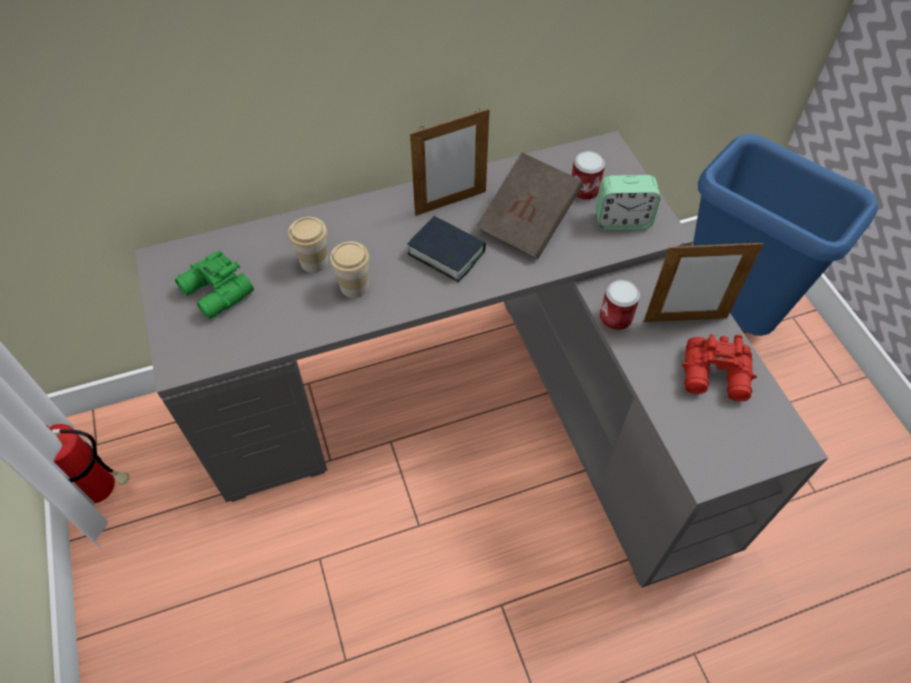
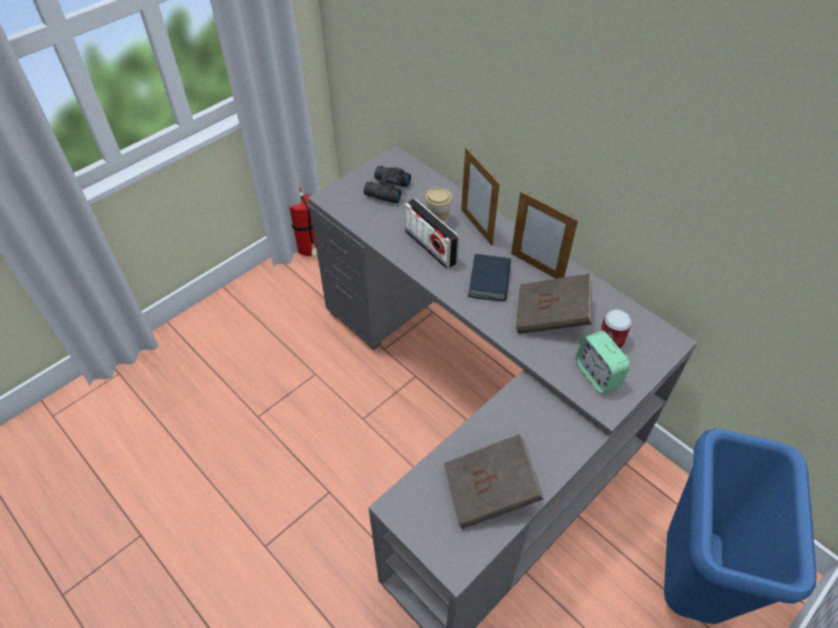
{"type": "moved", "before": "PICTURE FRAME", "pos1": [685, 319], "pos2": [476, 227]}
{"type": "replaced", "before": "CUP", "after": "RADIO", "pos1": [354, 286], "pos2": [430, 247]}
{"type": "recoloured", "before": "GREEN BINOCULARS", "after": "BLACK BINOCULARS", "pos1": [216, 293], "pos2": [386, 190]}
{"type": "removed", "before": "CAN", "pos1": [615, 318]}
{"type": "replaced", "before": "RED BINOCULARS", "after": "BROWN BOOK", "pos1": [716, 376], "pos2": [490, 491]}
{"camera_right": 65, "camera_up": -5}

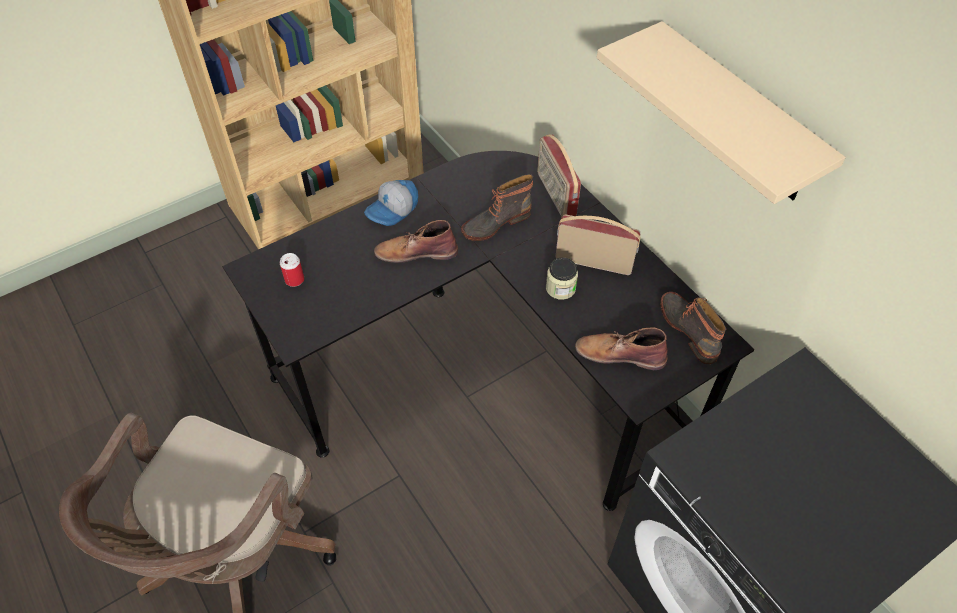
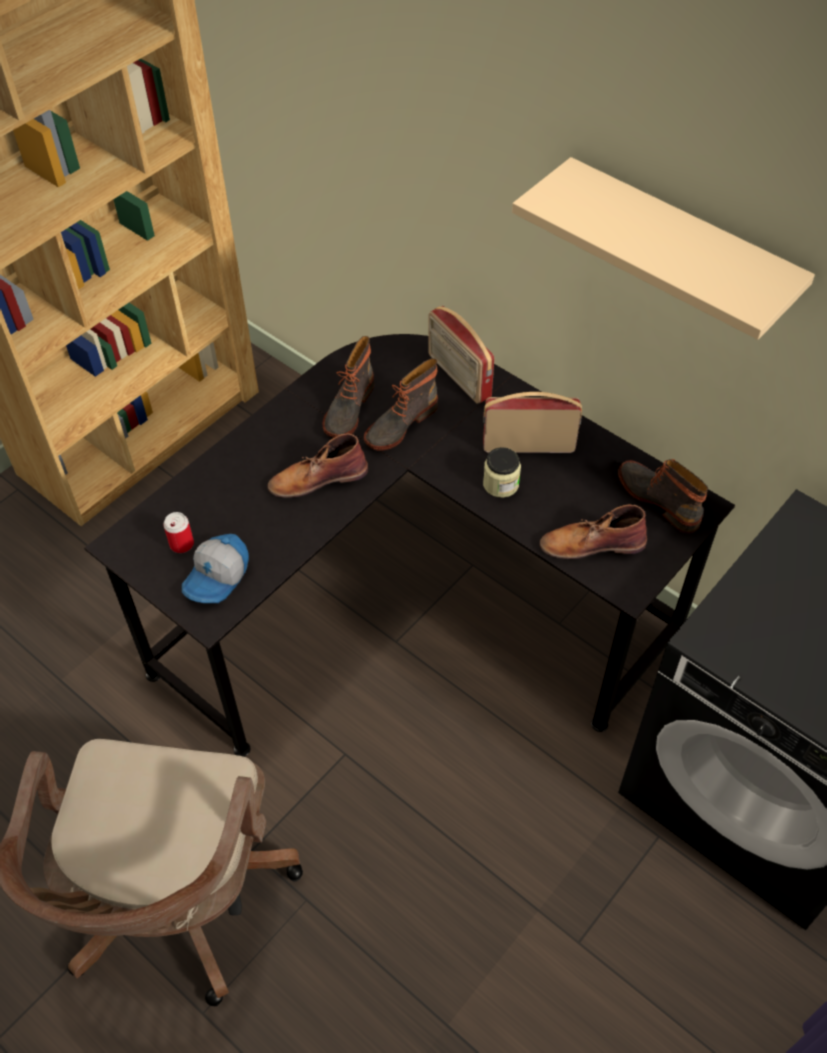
{"type": "moved", "before": "CAP", "pos1": [393, 210], "pos2": [218, 577]}
{"type": "added", "after": "BOOT", "pos2": [348, 409]}
{"camera_right": -15, "camera_up": 0}

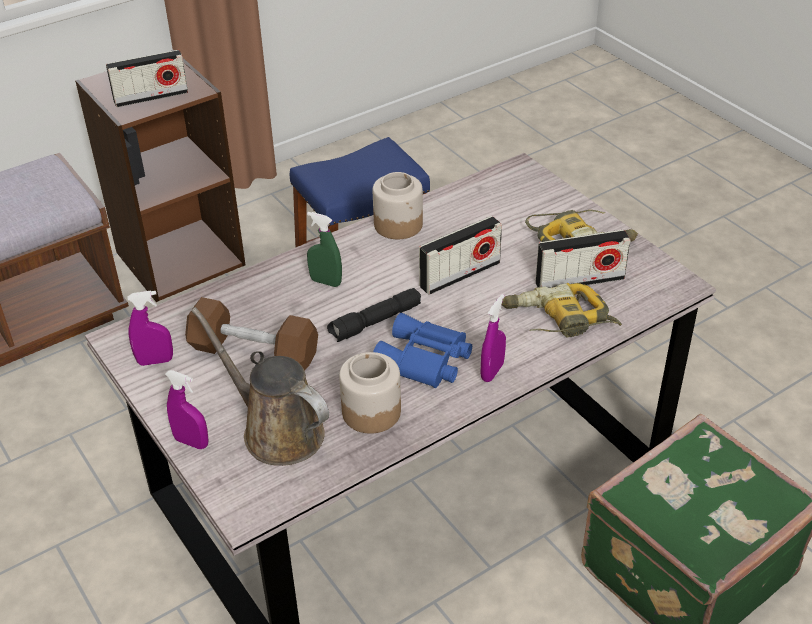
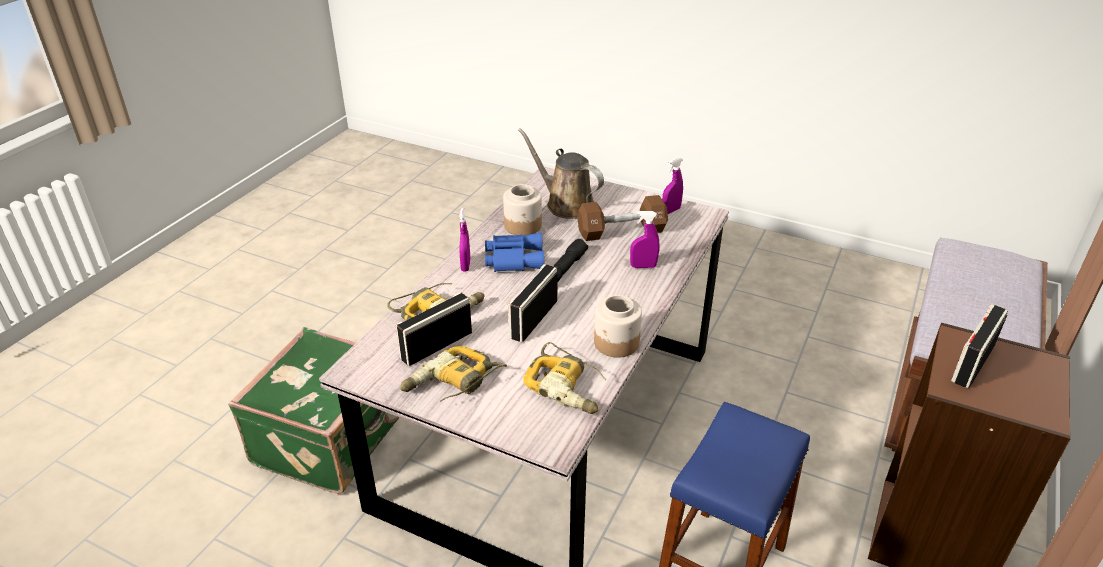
{"type": "removed", "before": "GREEN SPRAY BOTTLE", "pos1": [326, 282]}
{"type": "turned", "before": "BROWN WATERING CAN", "pos1": [277, 430], "pos2": [566, 204], "turn": -150}
{"type": "moved", "before": "PURPLE SPRAY BOTTLE", "pos1": [191, 442], "pos2": [643, 266]}
{"type": "added", "after": "POWER DRILL", "pos2": [568, 386]}
{"camera_right": 150, "camera_up": -5}

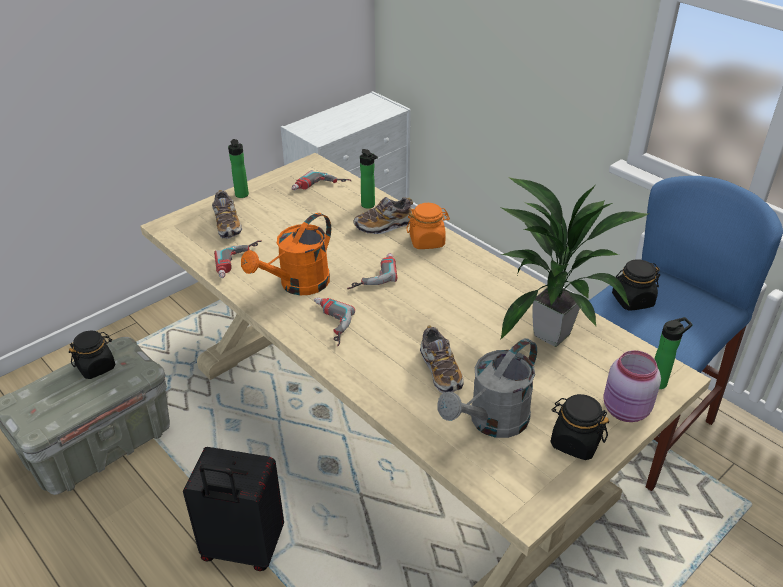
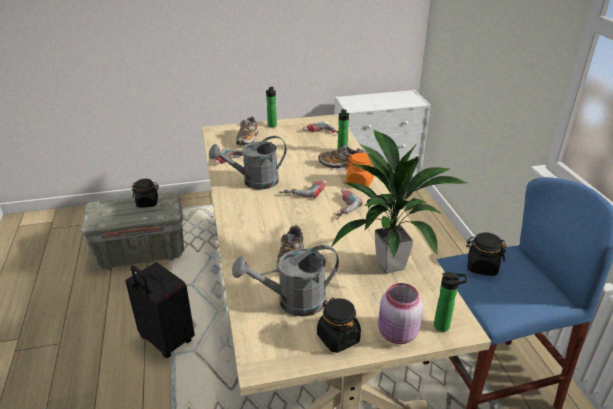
{"type": "recoloured", "before": "ORANGE WATERING CAN", "after": "GREY WATERING CAN", "pos1": [298, 285], "pos2": [254, 182]}
{"type": "moved", "before": "POWER DRILL", "pos1": [327, 324], "pos2": [340, 206]}
{"camera_right": 30, "camera_up": -5}

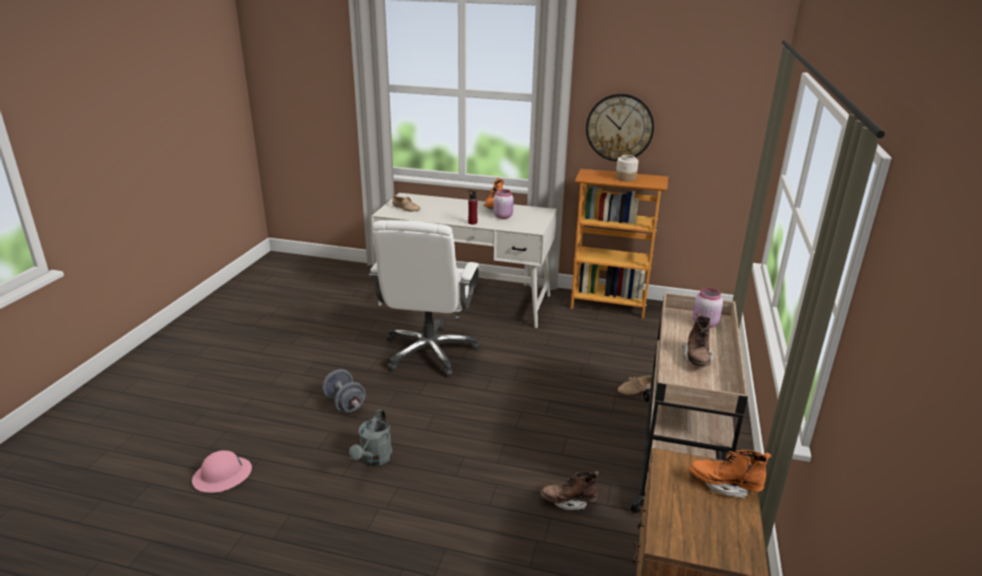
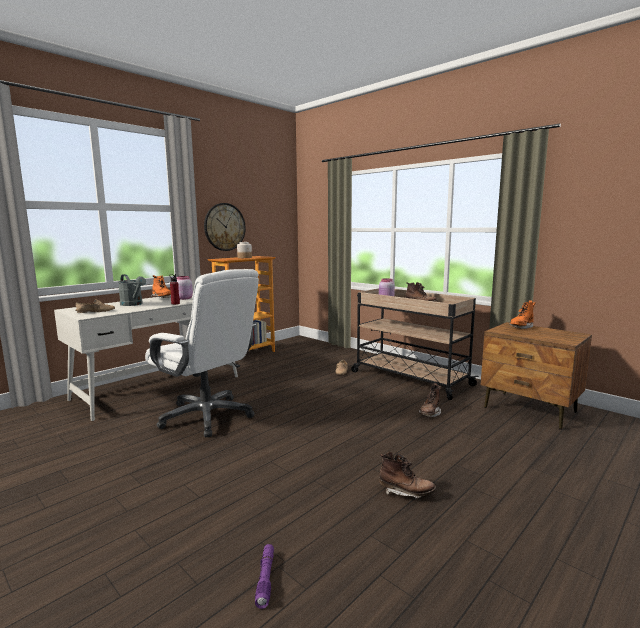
{"type": "removed", "before": "GREY DUMBBELL", "pos1": [345, 403]}
{"type": "moved", "before": "GREY WATERING CAN", "pos1": [374, 459], "pos2": [133, 304]}
{"type": "replaced", "before": "PINK HARD HAT", "after": "PURPLE FLASHLIGHT", "pos1": [222, 476], "pos2": [265, 579]}
{"type": "added", "after": "BROWN BOOT", "pos2": [406, 492]}
{"camera_right": -60, "camera_up": -15}

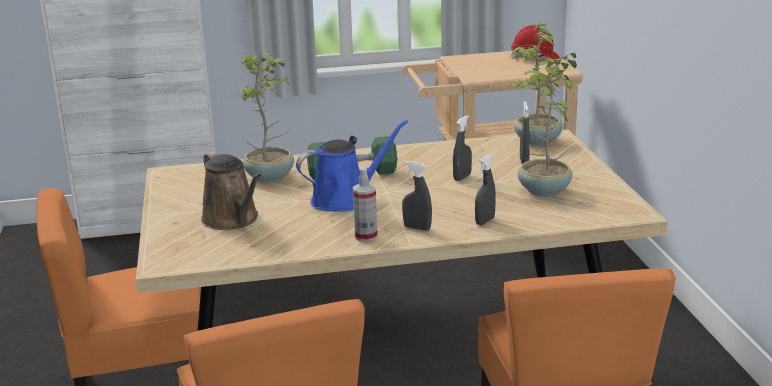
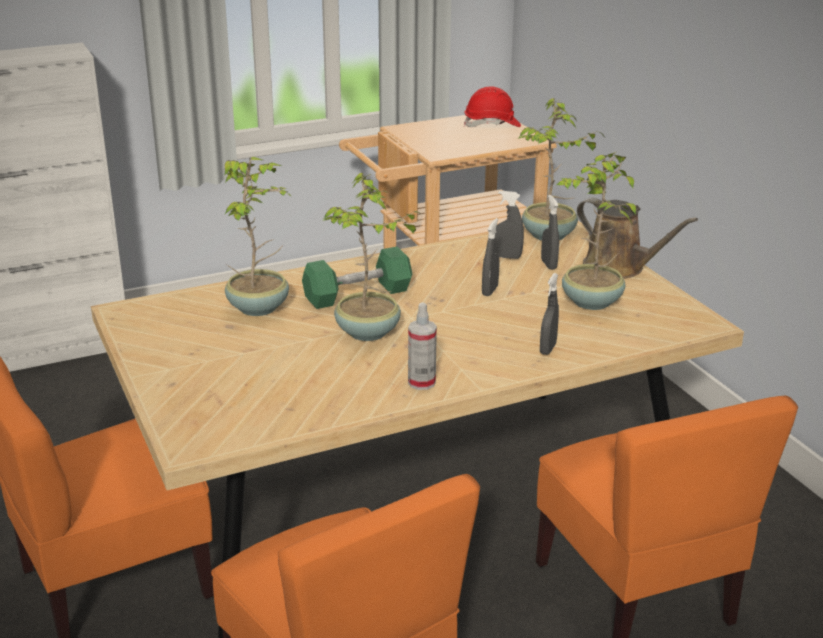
{"type": "replaced", "before": "BLUE WATERING CAN", "after": "POTTED PLANT", "pos1": [344, 200], "pos2": [368, 333]}
{"type": "moved", "before": "BROWN WATERING CAN", "pos1": [233, 220], "pos2": [618, 268]}
{"type": "moved", "before": "GREY SPRAY BOTTLE", "pos1": [417, 228], "pos2": [507, 257]}
{"camera_right": -15, "camera_up": 5}

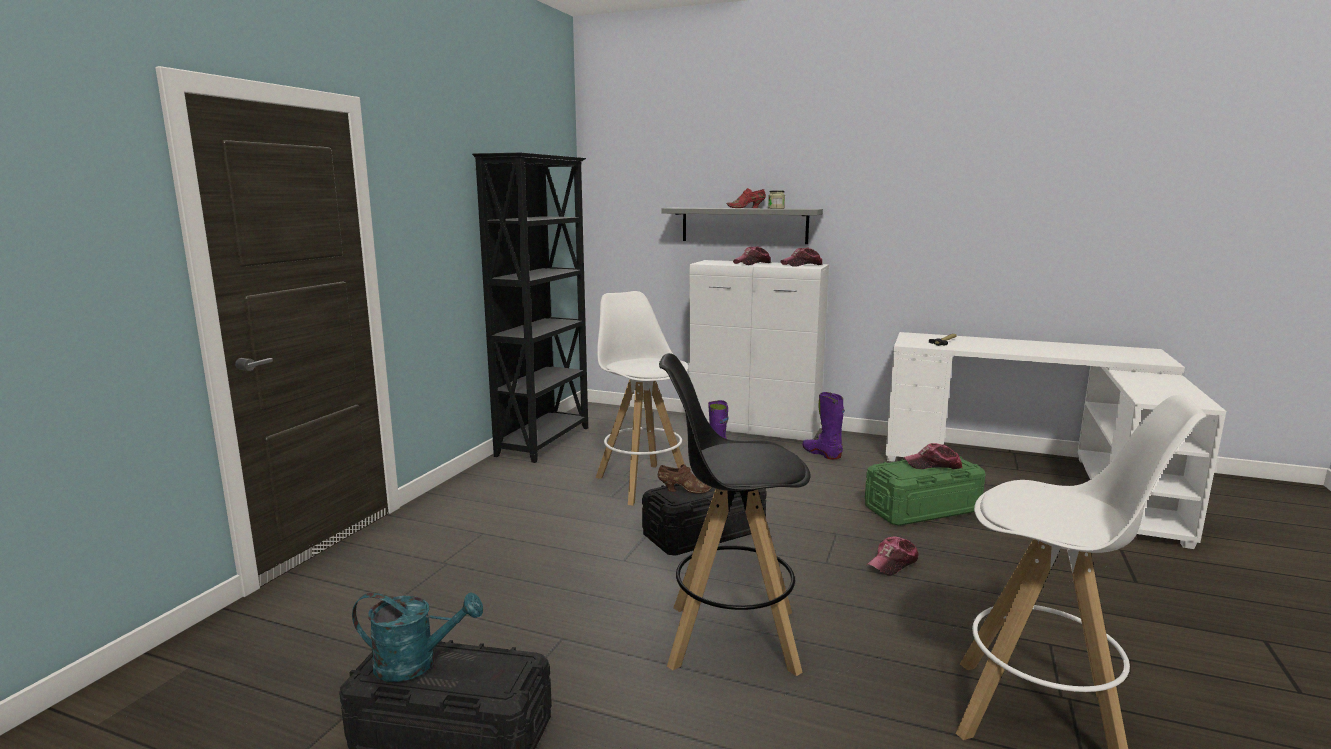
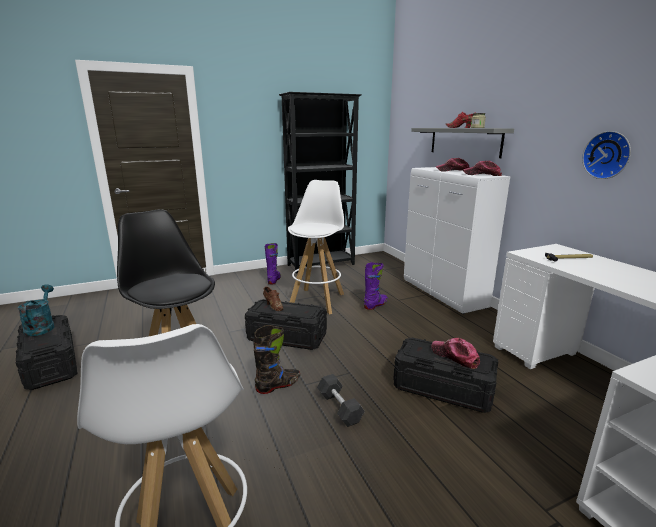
{"type": "moved", "before": "PURPLE BOOT", "pos1": [822, 453], "pos2": [274, 280]}
{"type": "recoloured", "before": "GREEN STORAGE BOX", "after": "BLACK STORAGE BOX", "pos1": [922, 509], "pos2": [443, 389]}
{"type": "replaced", "before": "CAP", "after": "BLACK DUMBBELL", "pos1": [893, 563], "pos2": [339, 407]}
{"type": "turned", "before": "TURQUOISE WATERING CAN", "pos1": [416, 663], "pos2": [41, 327], "turn": -150}
{"type": "added", "after": "WALL CLOCK", "pos2": [607, 155]}
{"type": "added", "after": "BLACK BOOT", "pos2": [278, 385]}
{"camera_right": 45, "camera_up": 5}

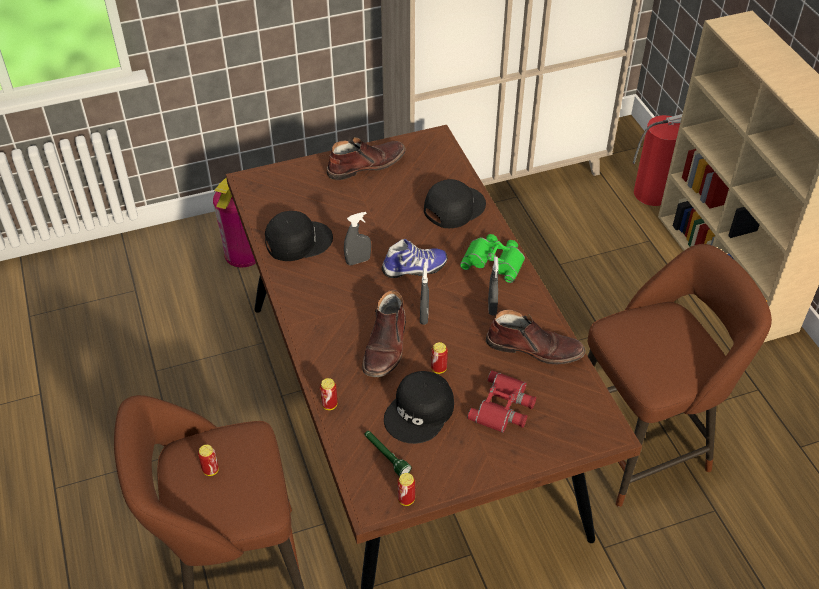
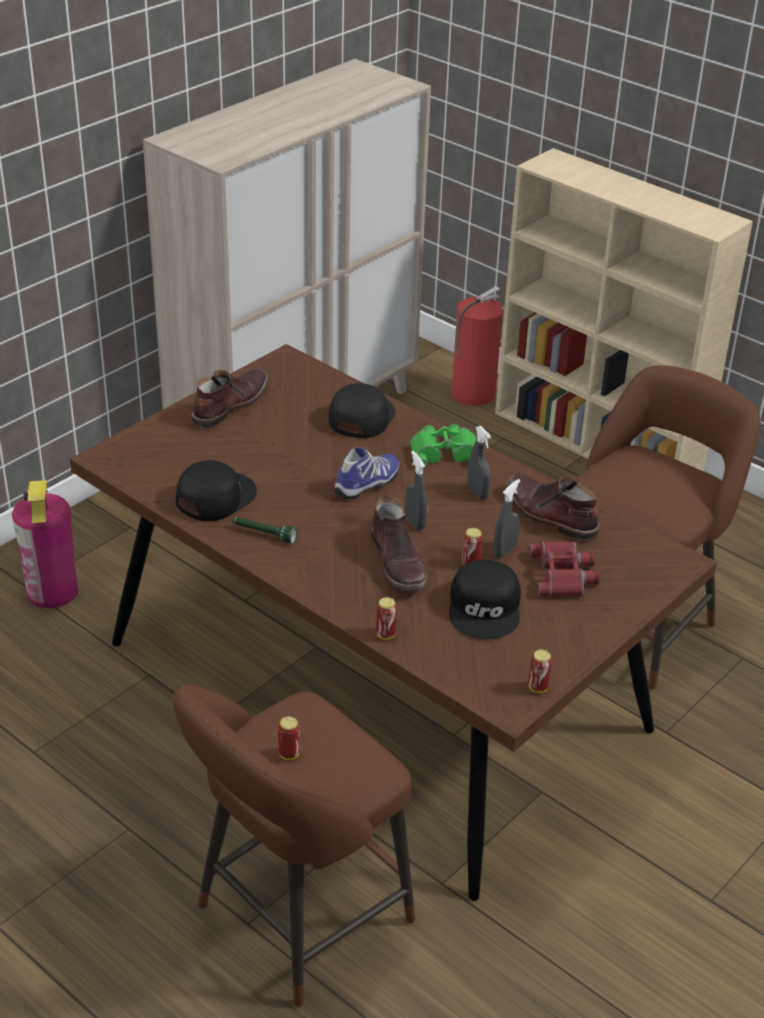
{"type": "moved", "before": "GREY SPRAY BOTTLE", "pos1": [358, 261], "pos2": [504, 550]}
{"type": "turned", "before": "BROWN BOOT", "pos1": [534, 348], "pos2": [549, 514], "turn": -120}
{"type": "moved", "before": "GREEN FLASHLIGHT", "pos1": [386, 456], "pos2": [263, 534]}
{"camera_right": -30, "camera_up": -10}

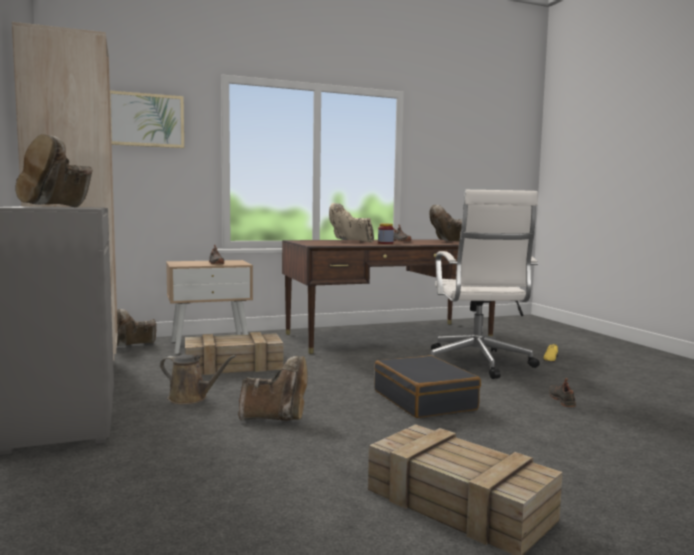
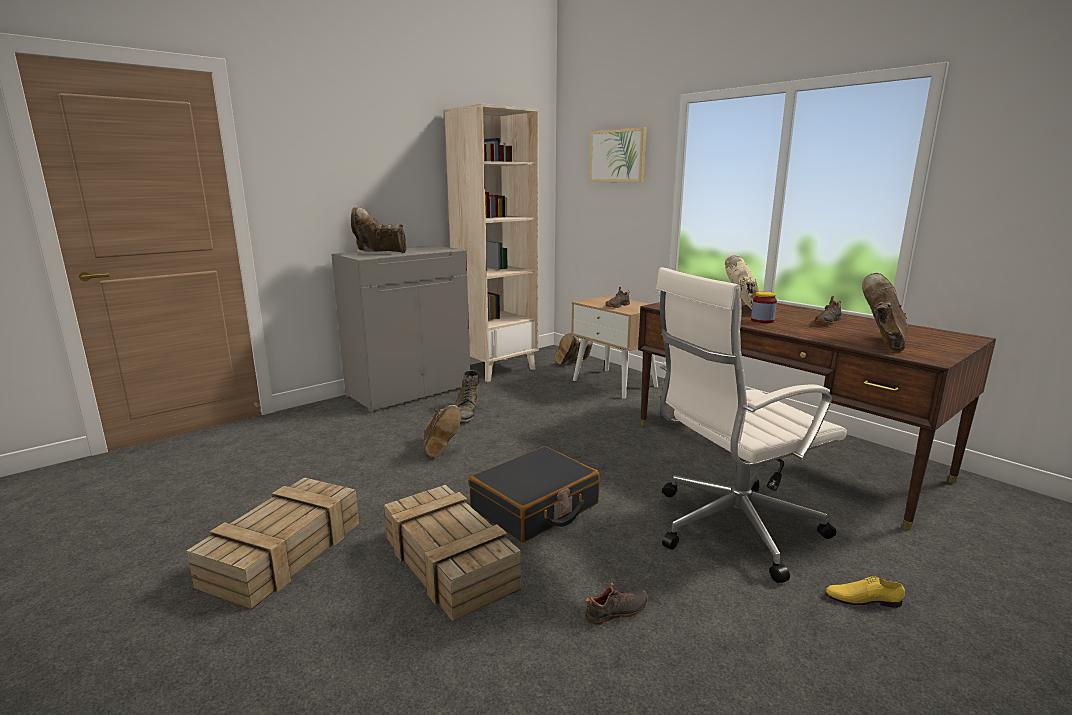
{"type": "turned", "before": "BROWN BOOT", "pos1": [132, 347], "pos2": [573, 364], "turn": -75}
{"type": "moved", "before": "CRATE", "pos1": [235, 366], "pos2": [451, 564]}
{"type": "replaced", "before": "BROWN WATERING CAN", "after": "GREEN BOOT", "pos1": [191, 398], "pos2": [466, 412]}
{"camera_right": 70, "camera_up": 10}

